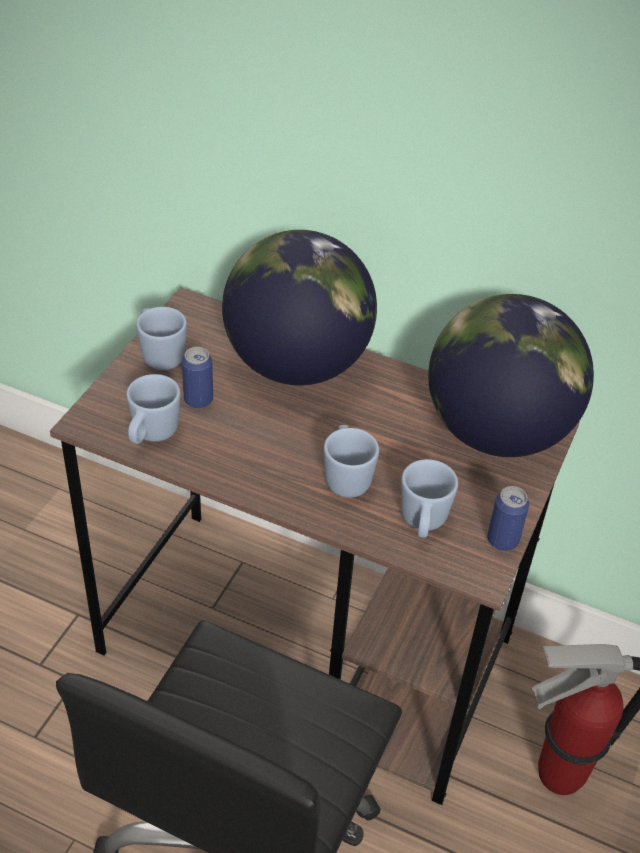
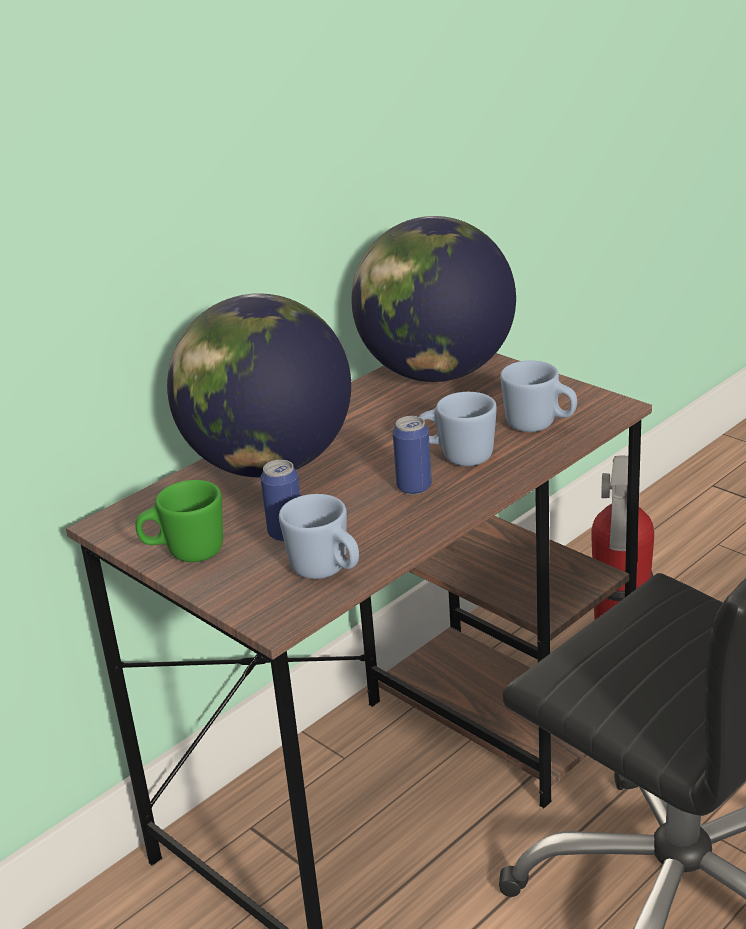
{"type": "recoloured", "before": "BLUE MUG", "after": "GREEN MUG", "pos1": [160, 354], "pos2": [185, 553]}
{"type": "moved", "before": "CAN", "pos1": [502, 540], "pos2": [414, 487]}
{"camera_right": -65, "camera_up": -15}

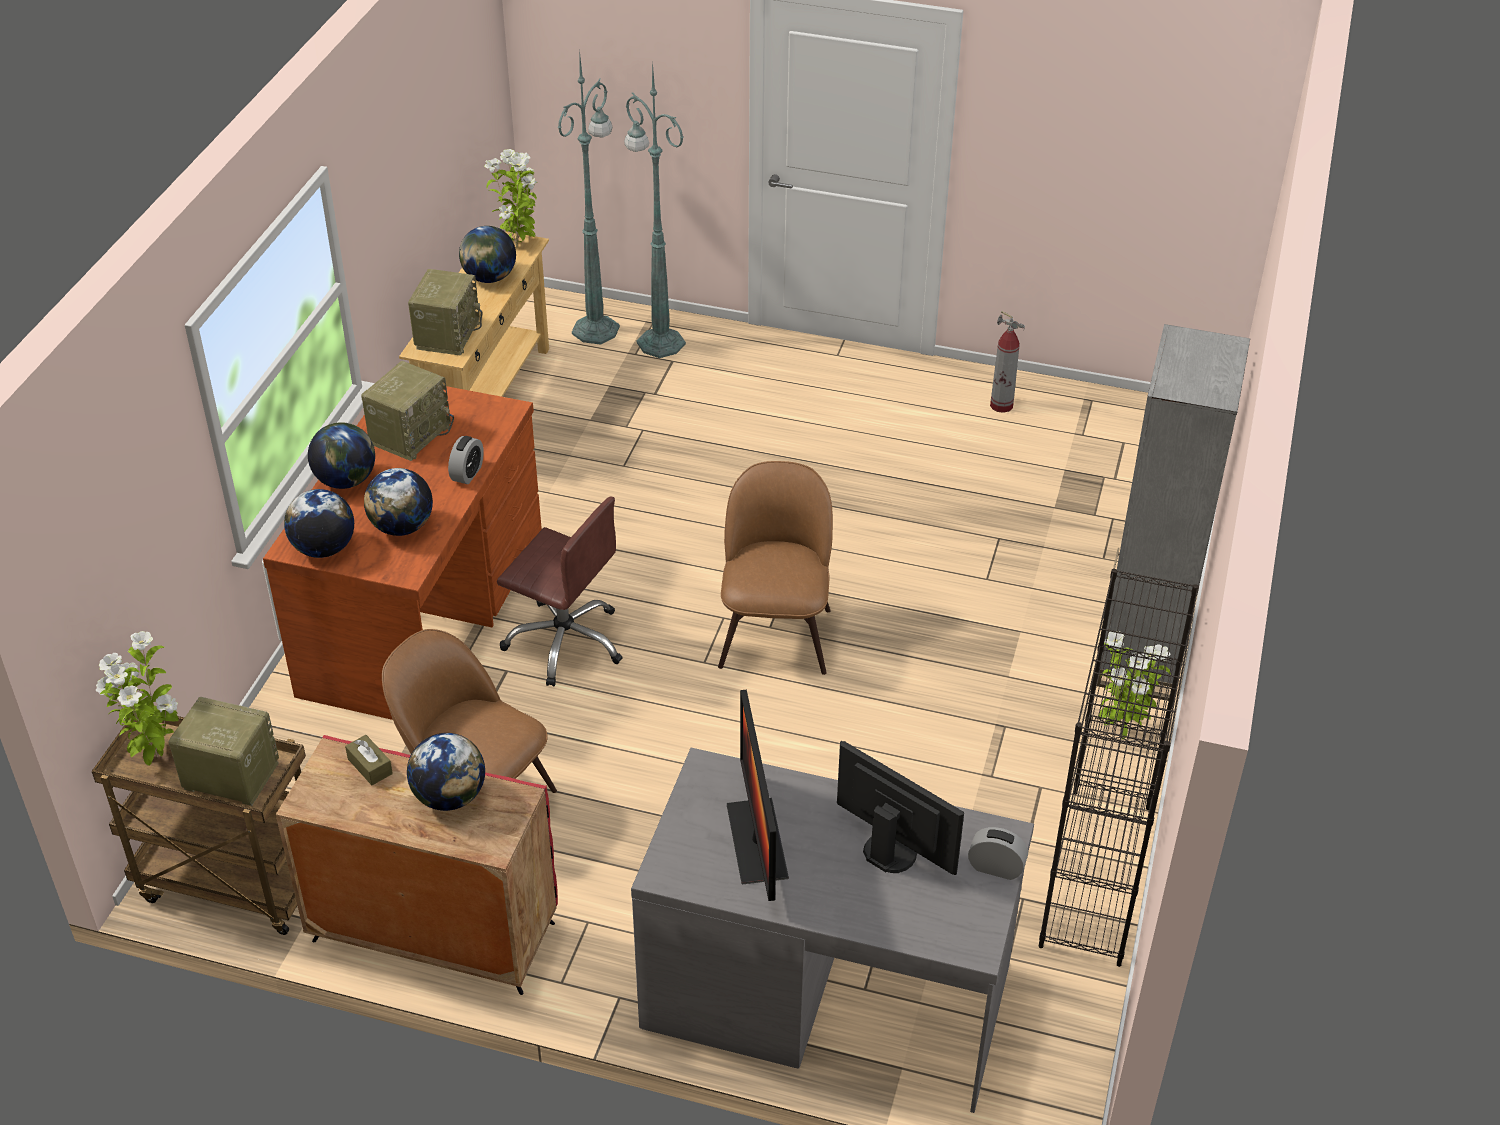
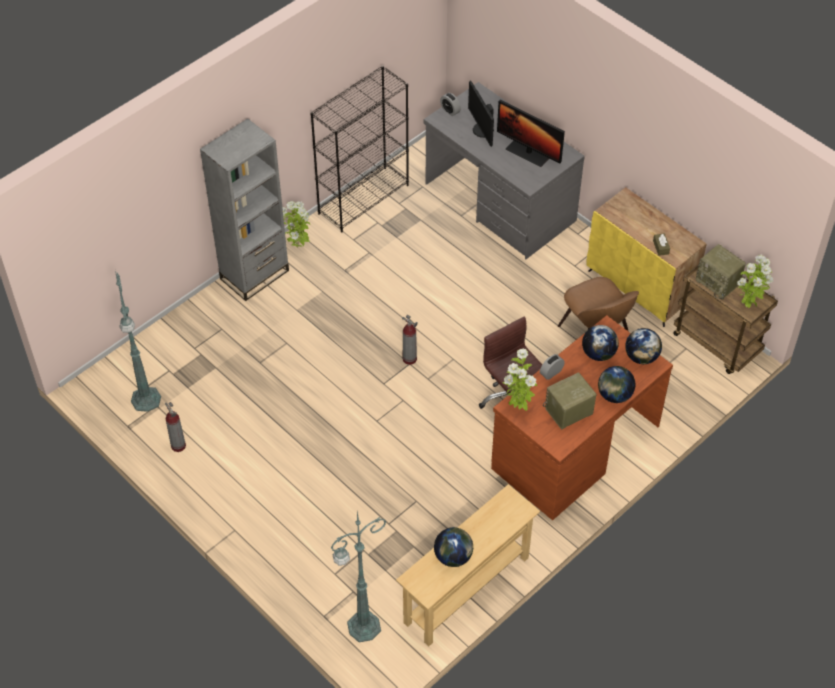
{"type": "moved", "before": "GREEN FLOOR LAMP", "pos1": [659, 342], "pos2": [146, 401]}
{"type": "moved", "before": "POTTED PLANT", "pos1": [518, 246], "pos2": [518, 405]}
{"type": "removed", "before": "RADIO", "pos1": [447, 334]}
{"type": "replaced", "before": "BROWN CHAIR", "after": "FIRE EXTINGUISHER", "pos1": [775, 633], "pos2": [409, 359]}
{"type": "turned", "before": "MONITOR", "pos1": [757, 841], "pos2": [528, 152], "turn": 105}
{"type": "removed", "before": "GLOBE", "pos1": [450, 796]}
{"type": "recoloured", "before": "RED CABINET", "after": "YELLOW CABINET", "pos1": [432, 932], "pos2": [639, 288]}
{"camera_right": -150, "camera_up": 10}

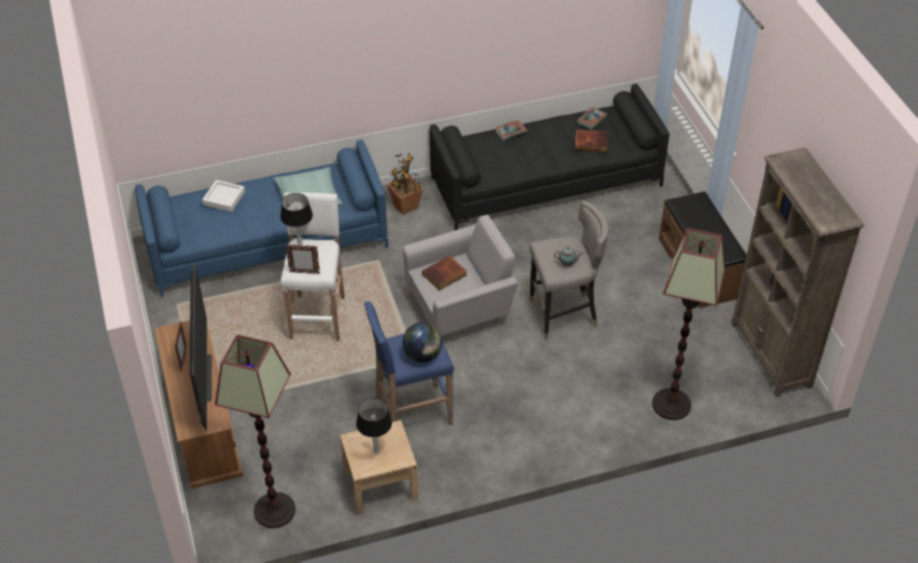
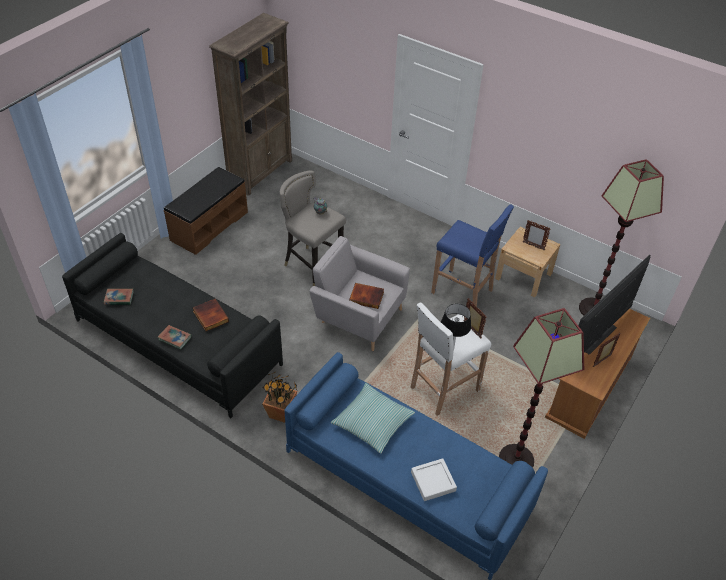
{"type": "moved", "before": "BOOK", "pos1": [591, 142], "pos2": [210, 316]}
{"type": "moved", "before": "FLOOR LAMP", "pos1": [671, 405], "pos2": [516, 459]}
{"type": "removed", "before": "GLOBE", "pos1": [423, 355]}
{"type": "replaced", "before": "TABLE LAMP", "after": "PICTURE FRAME", "pos1": [376, 451], "pos2": [533, 246]}
{"camera_right": -130, "camera_up": 0}

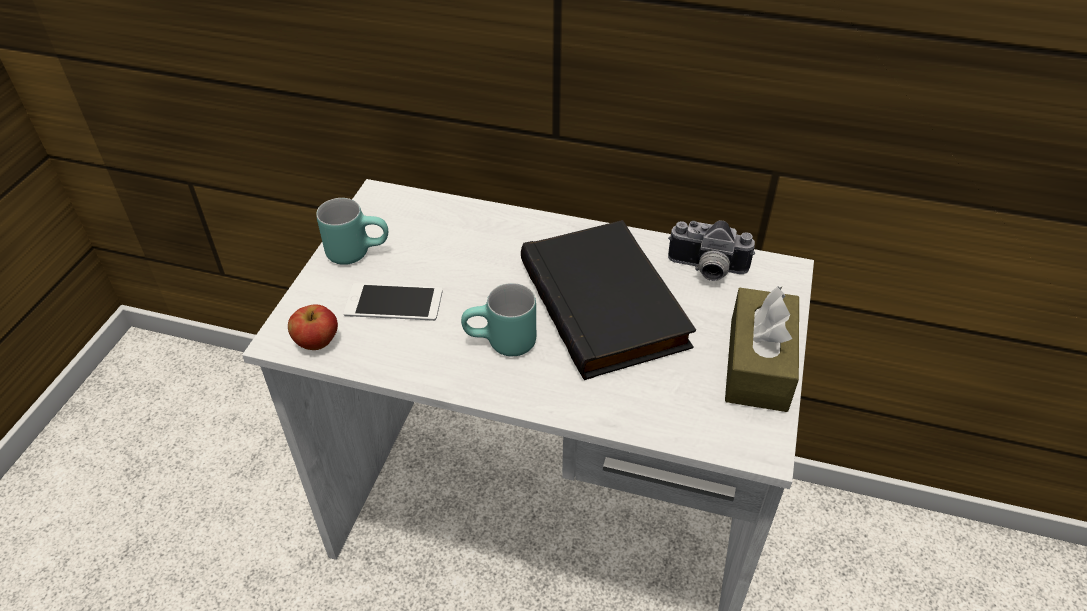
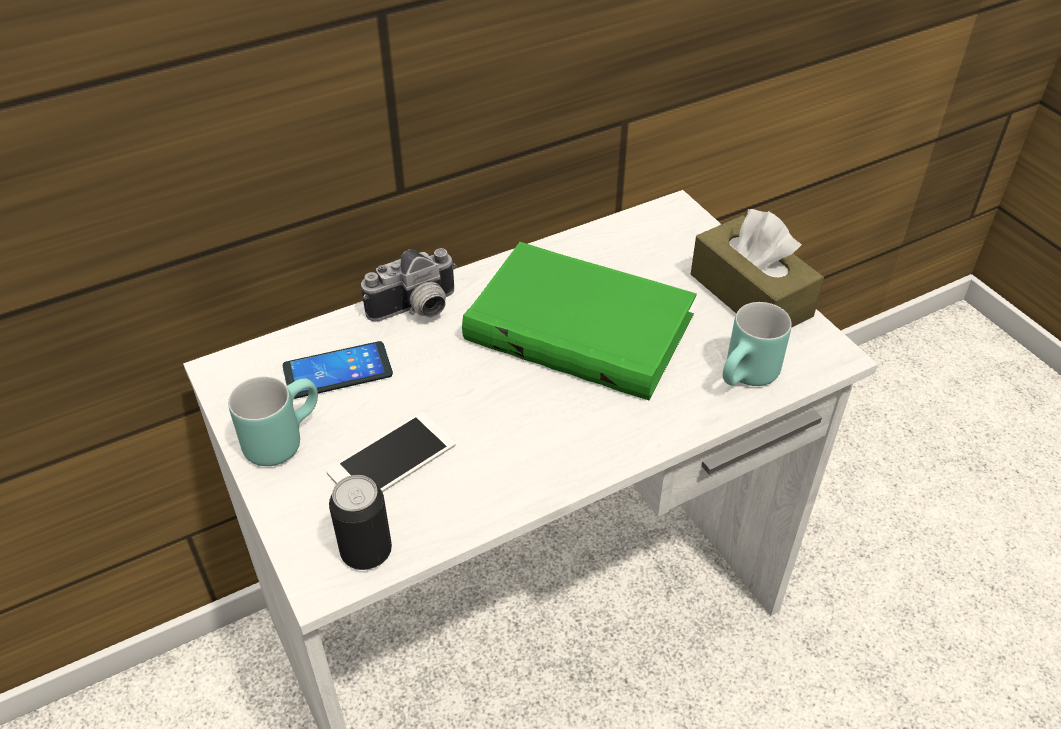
{"type": "recoloured", "before": "BLACK BOOK", "after": "GREEN BOOK", "pos1": [607, 304], "pos2": [583, 326]}
{"type": "moved", "before": "PHOTO CAMERA", "pos1": [706, 270], "pos2": [416, 310]}
{"type": "moved", "before": "TURQUOISE MUG", "pos1": [501, 345], "pos2": [748, 379]}
{"type": "replaced", "before": "APPLE", "after": "CAN", "pos1": [317, 342], "pos2": [366, 551]}
{"type": "added", "after": "PHONE", "pos2": [337, 371]}
{"camera_right": -45, "camera_up": 0}

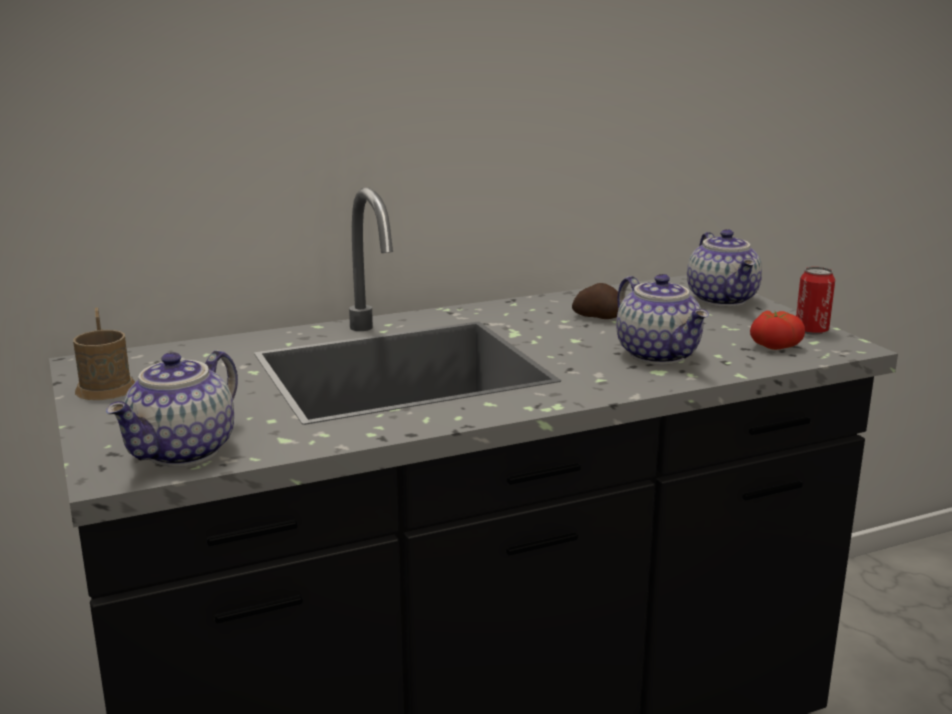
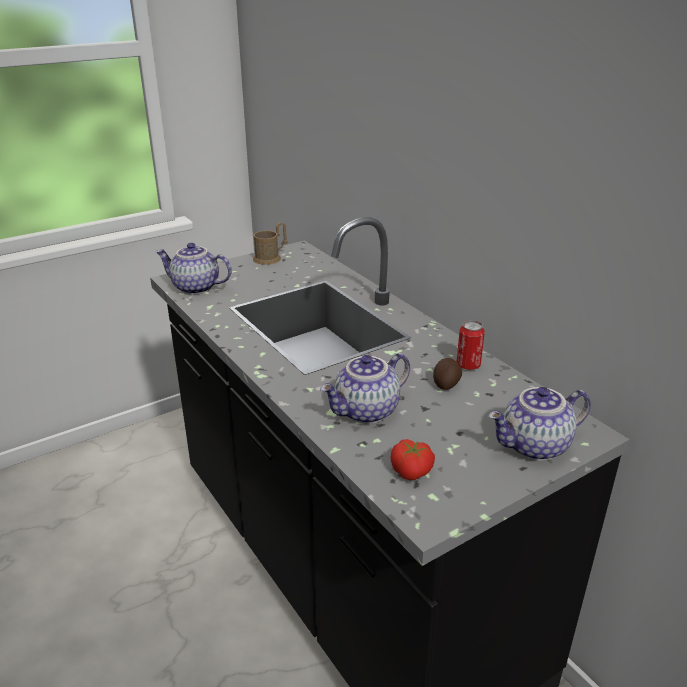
{"type": "moved", "before": "CAN", "pos1": [811, 331], "pos2": [468, 365]}
{"camera_right": 80, "camera_up": 10}

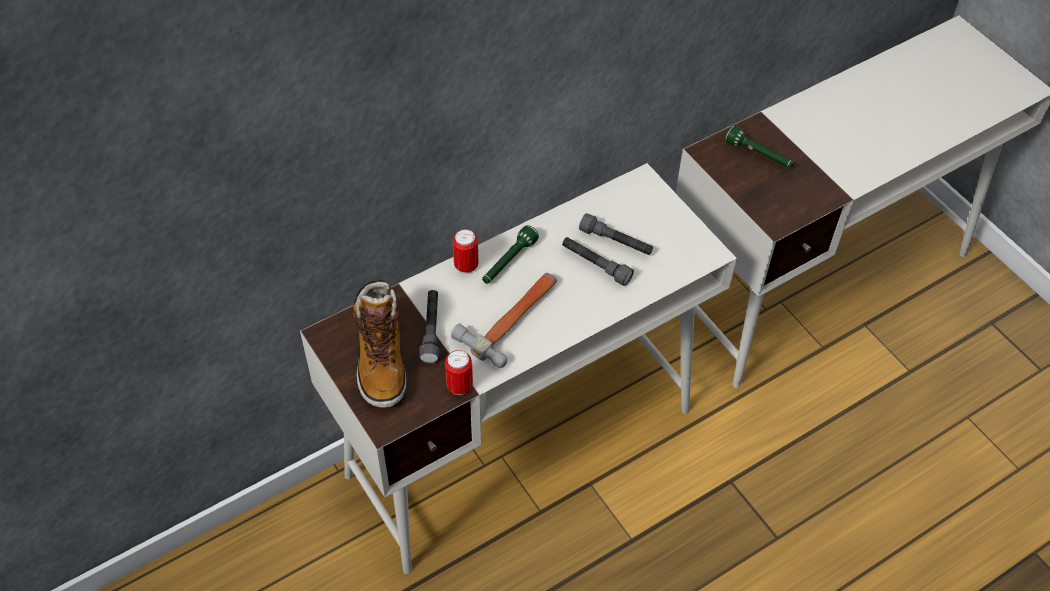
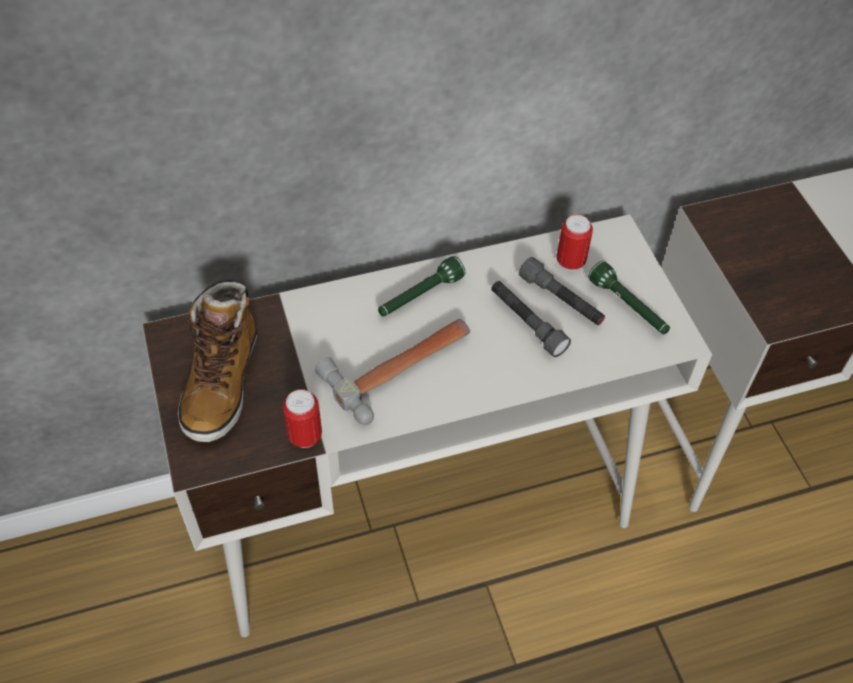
{"type": "moved", "before": "GREEN FLASHLIGHT", "pos1": [758, 155], "pos2": [628, 307]}
{"type": "moved", "before": "CAN", "pos1": [466, 266], "pos2": [570, 262]}
{"type": "removed", "before": "GREY FLASHLIGHT", "pos1": [431, 330]}
{"camera_right": 15, "camera_up": 0}

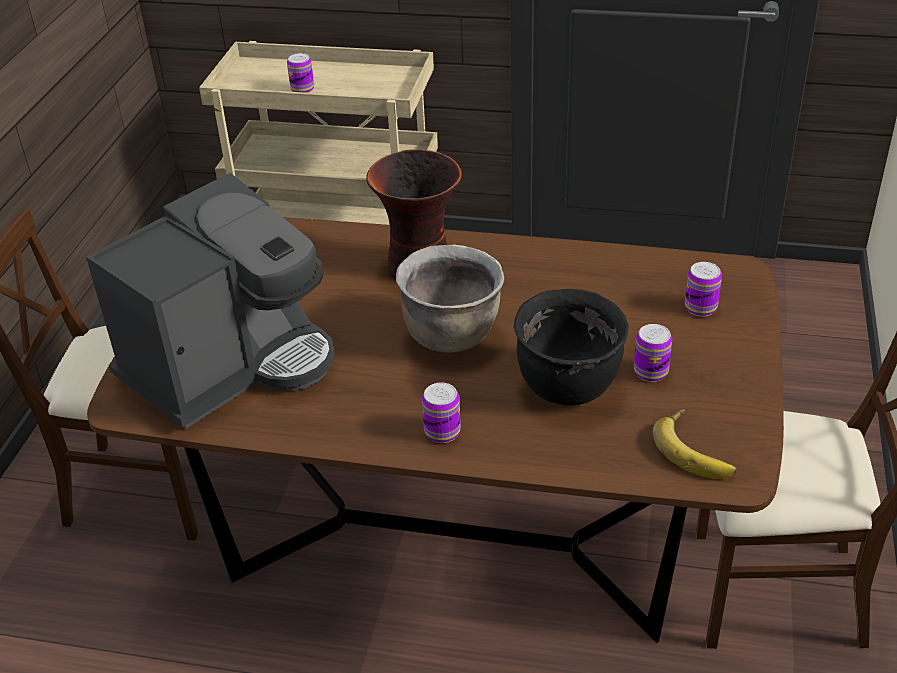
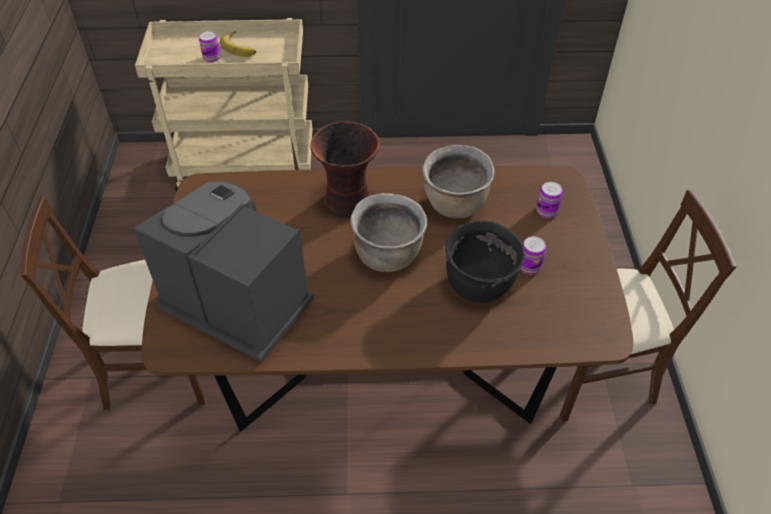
{"type": "turned", "before": "COFFEE MACHINE", "pos1": [230, 364], "pos2": [237, 302], "turn": -90}
{"type": "removed", "before": "CAN", "pos1": [442, 432]}
{"type": "moved", "before": "BANANA", "pos1": [697, 449], "pos2": [240, 47]}
{"type": "added", "after": "BROWN COOKING POT", "pos2": [455, 205]}
{"camera_right": -15, "camera_up": 10}

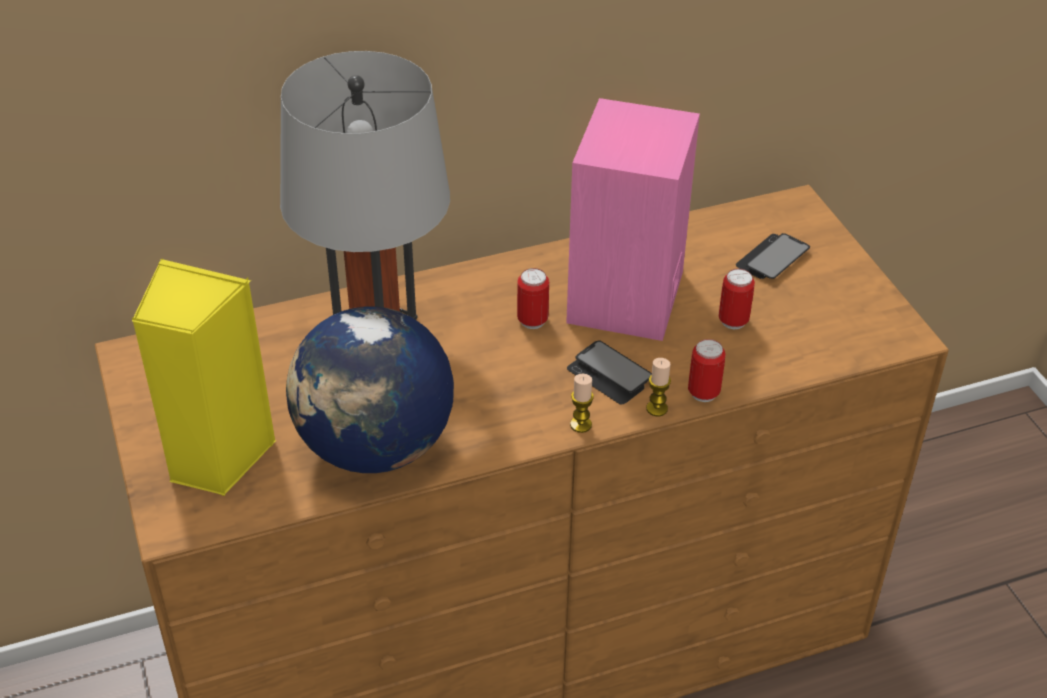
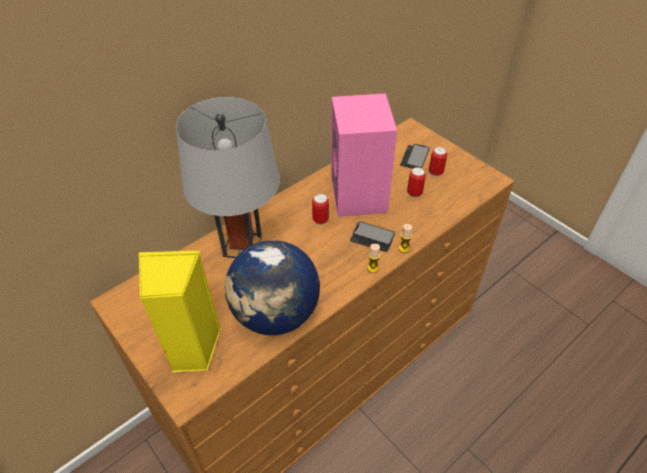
{"type": "moved", "before": "CAN", "pos1": [703, 393], "pos2": [435, 172]}
{"camera_right": -20, "camera_up": 5}

